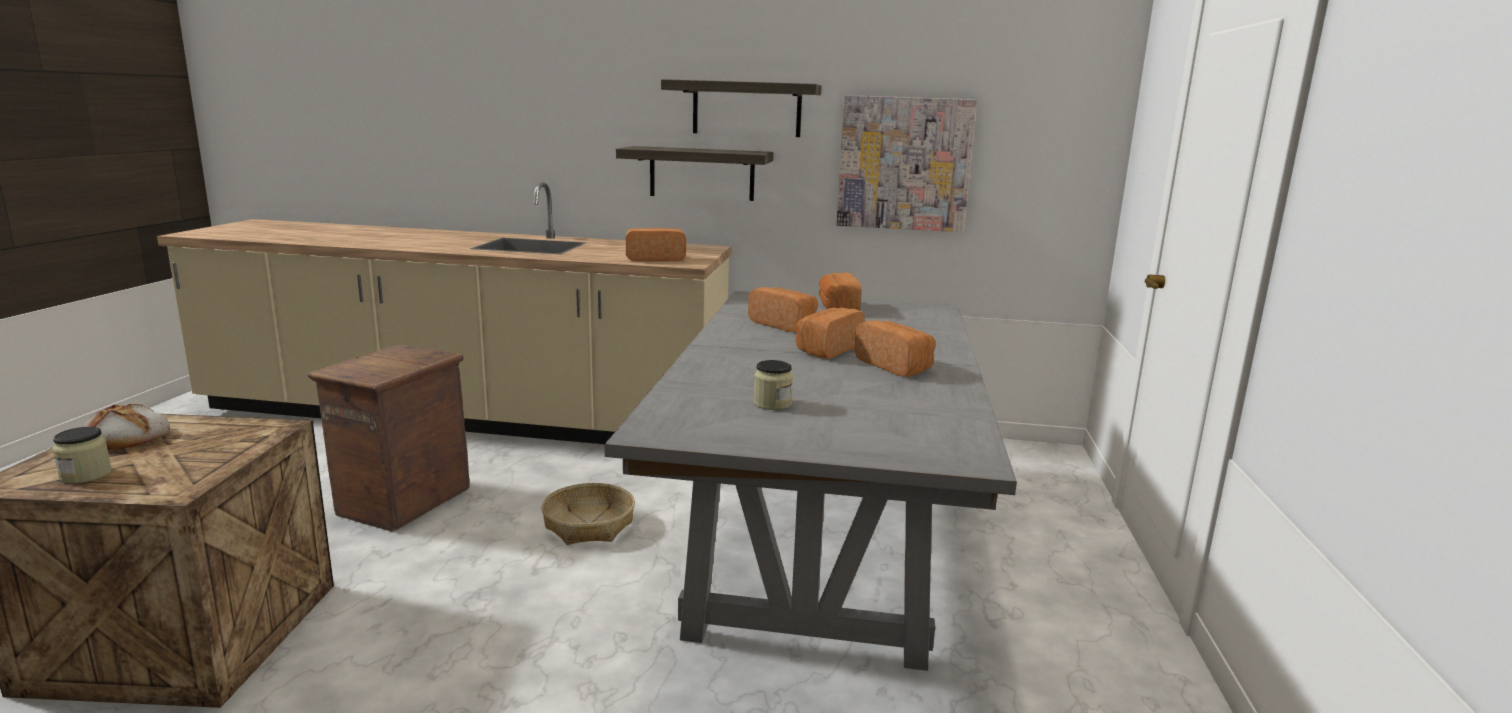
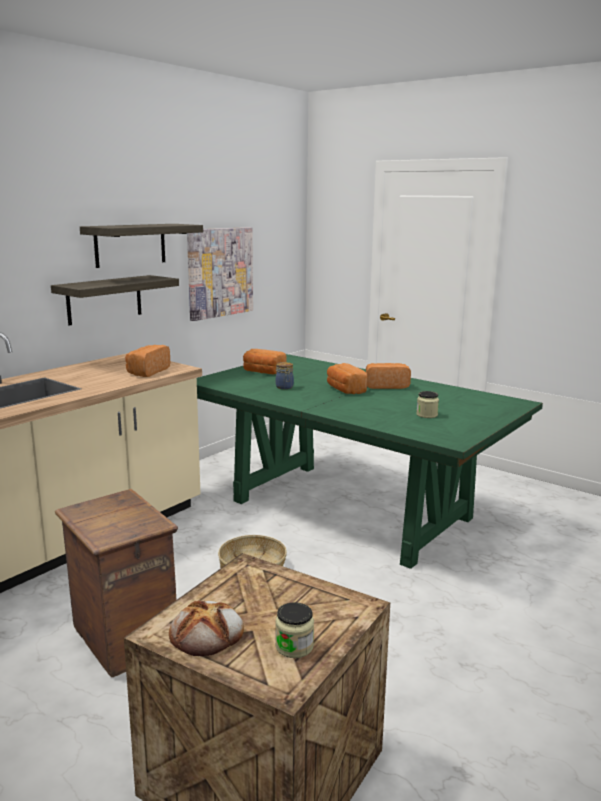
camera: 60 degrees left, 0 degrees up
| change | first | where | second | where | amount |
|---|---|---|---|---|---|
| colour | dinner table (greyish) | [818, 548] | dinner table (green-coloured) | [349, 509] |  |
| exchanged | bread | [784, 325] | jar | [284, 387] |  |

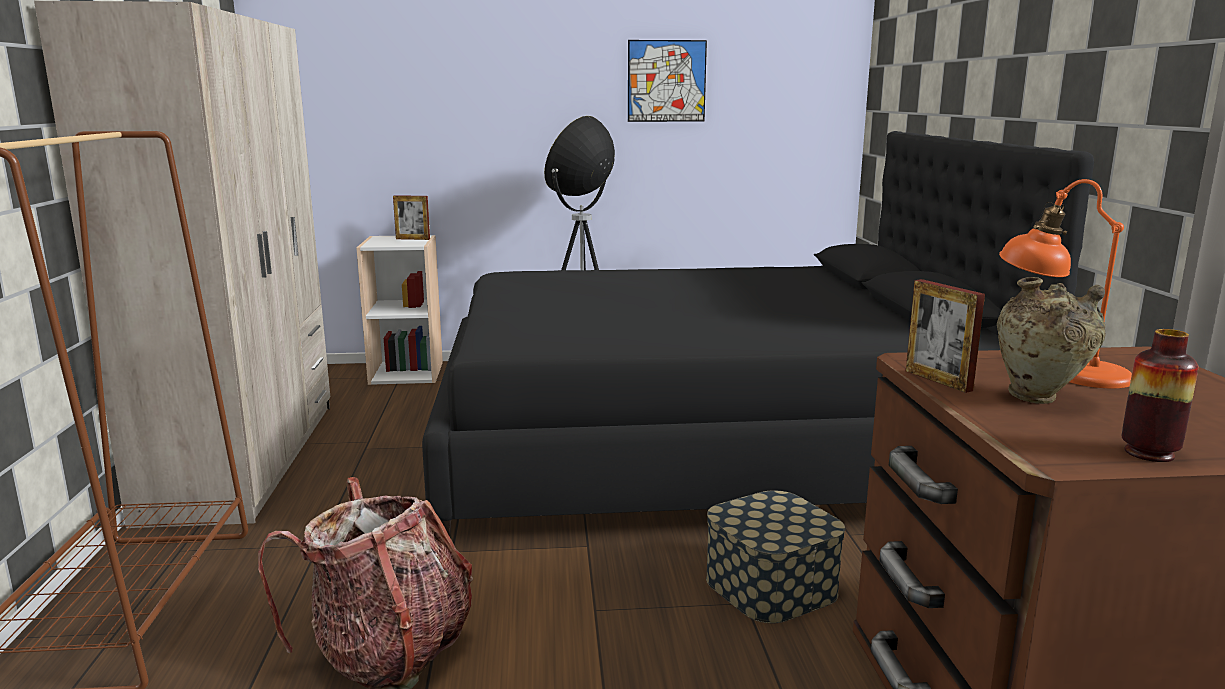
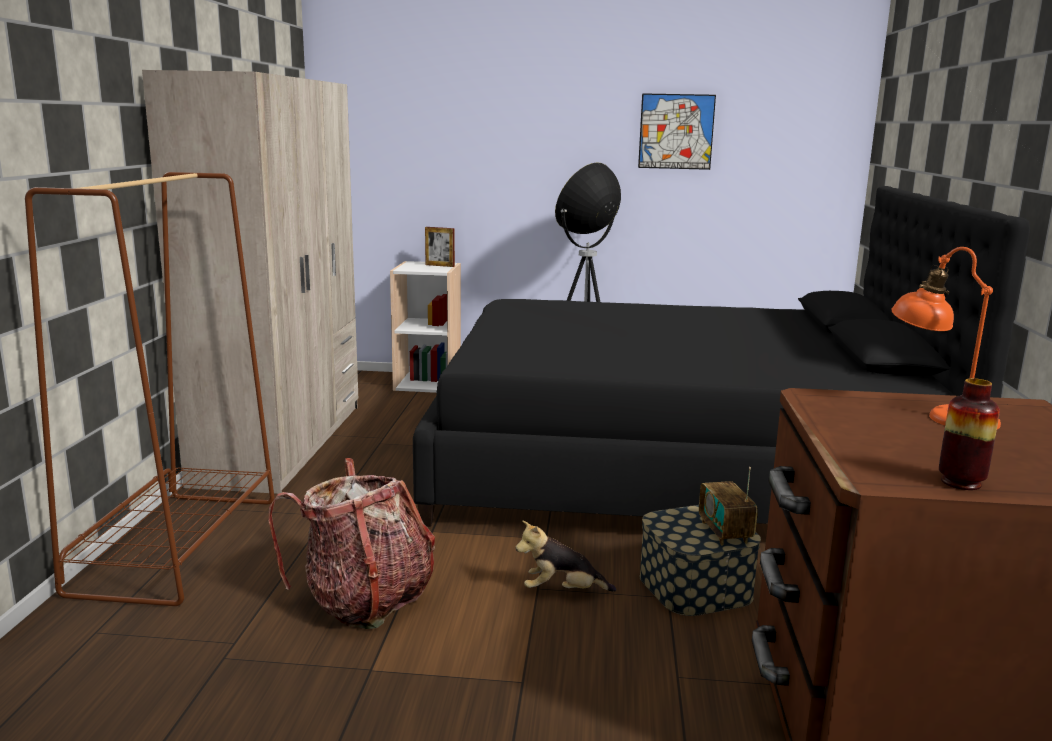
camera: 10 degrees right, 0 degrees up
| change | first | where | second | where | amount |
|---|---|---|---|---|---|
| appeared |  |  | cuddly toy | [562, 591] |  |
| appeared |  |  | radio | [725, 532] |  |
| missing | standing frame | [938, 380] |  |  |  |
| missing | decorative vase (sand-coloured) | [1039, 399] |  |  |  |

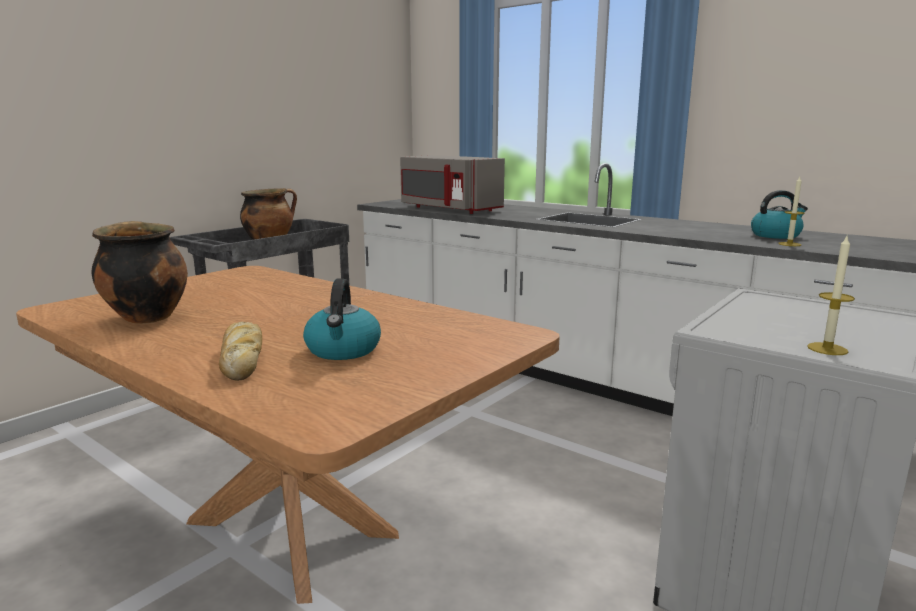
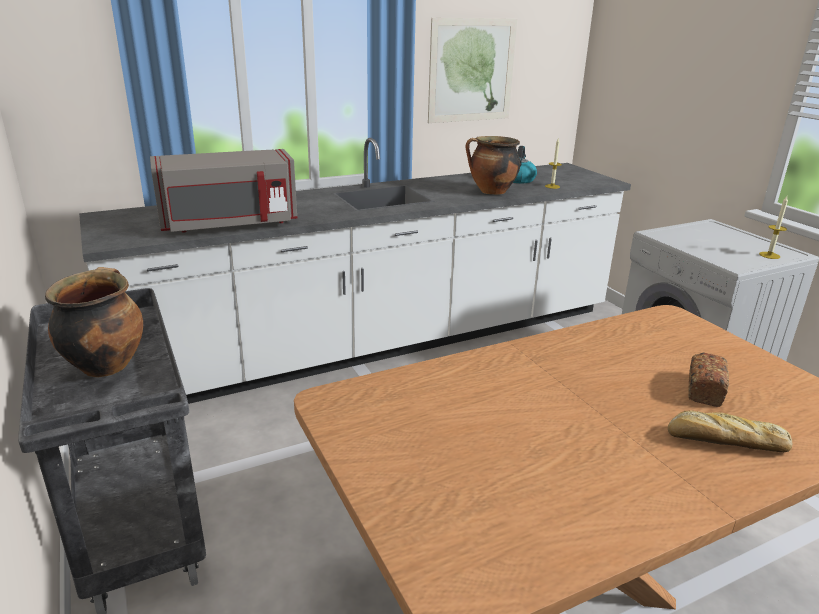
camera: 65 degrees left, 10 degrees up
| change | first | where | second | where | amount |
|---|---|---|---|---|---|
| appeared |  |  | wall art | [471, 71] |  |
| relocated | cooking pot | [146, 317] |  | [491, 192] |  |
| exchanged | water kettle | [343, 350] | bread | [704, 389] |  |

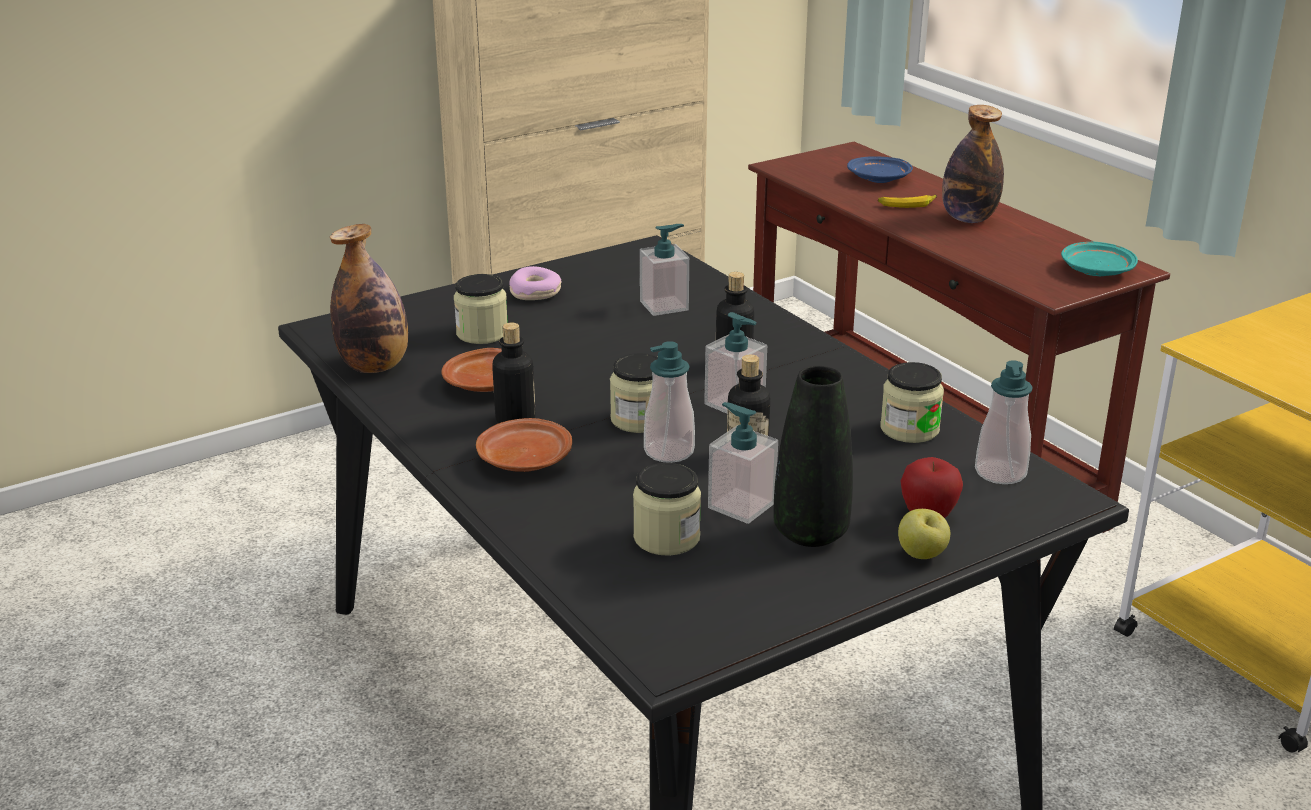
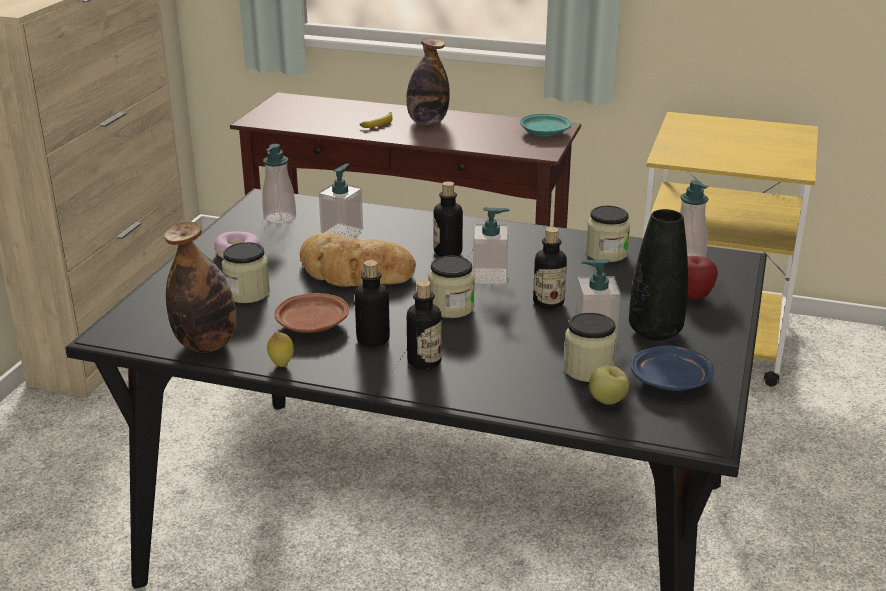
camera: 40 degrees left, 0 degrees up
| change | first | where | second | where | amount |
|---|---|---|---|---|---|
| relocated | soap bottle | [669, 451] |  | [280, 217] |  |
| appeared |  |  | citrus fruit | [281, 364] |  |
| appeared |  |  | bread | [354, 272] |  |
| exchanged | flat dish (brown) | [524, 460] | beverage bottle | [424, 361] |  |
| relocated | apple | [921, 555] |  | [607, 401] |  |
| relocated | flat dish (blue) | [880, 179] |  | [671, 380] |  |

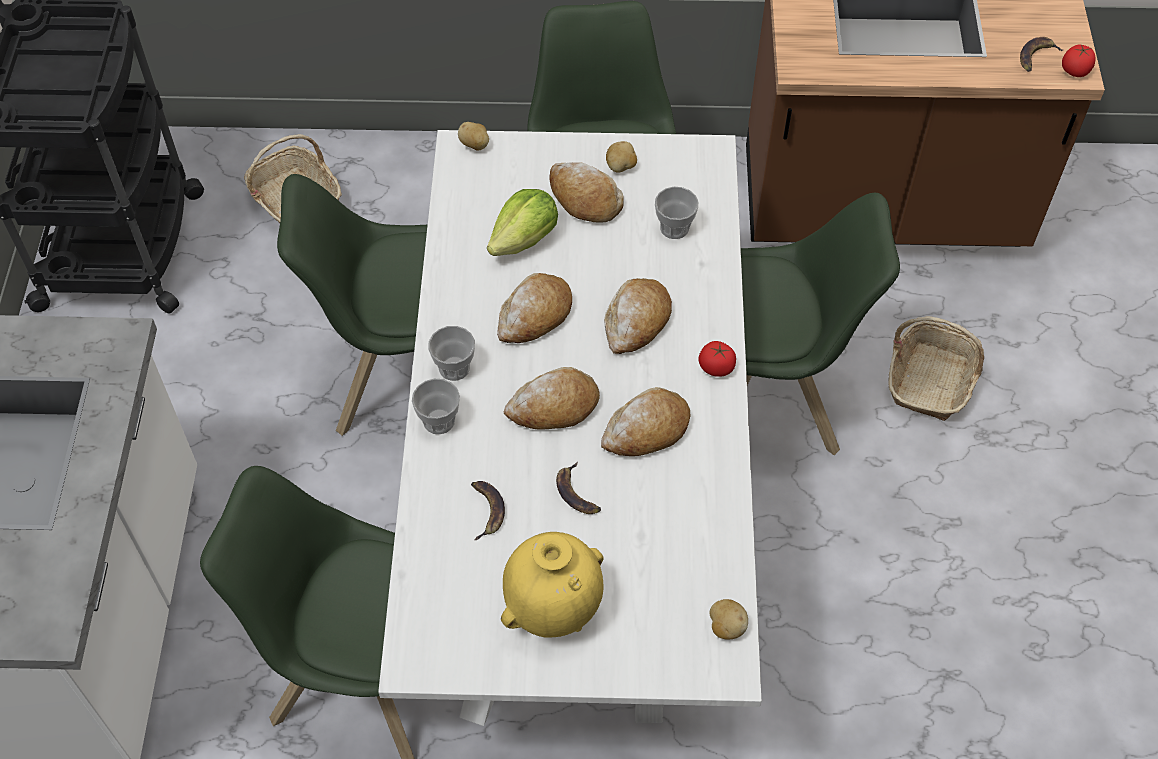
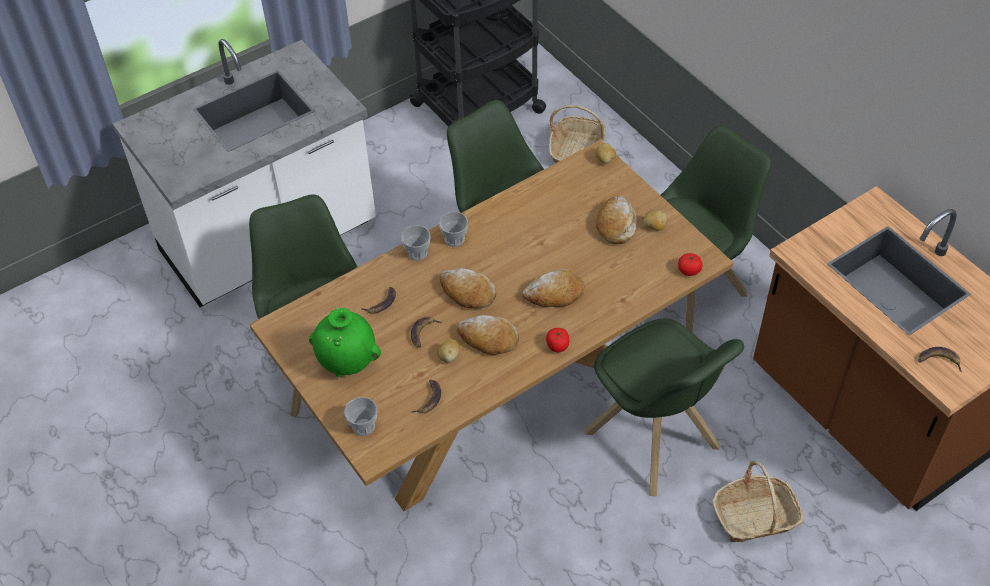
camera: 55 degrees right, 5 degrees down
| change | first | where | second | where | amount |
|---|---|---|---|---|---|
| colour | dinner table (whitish) | [575, 513] | dinner table (brown) | [497, 394] |  |
| colour | decorative vase (yellow) | [554, 608] | decorative vase (green-coloured) | [348, 363] |  |
| relocated | cup | [674, 228] |  | [363, 426] |  |
| appeared |  |  | whole banana | [429, 399] |  |
| relocated | spud | [726, 627] |  | [449, 356] |  |
| relocated | tomato | [1075, 70] |  | [689, 270] |  |
| missing | lettuce head | [525, 240] |  |  |  |
| missing | bread | [535, 315] |  |  |  |

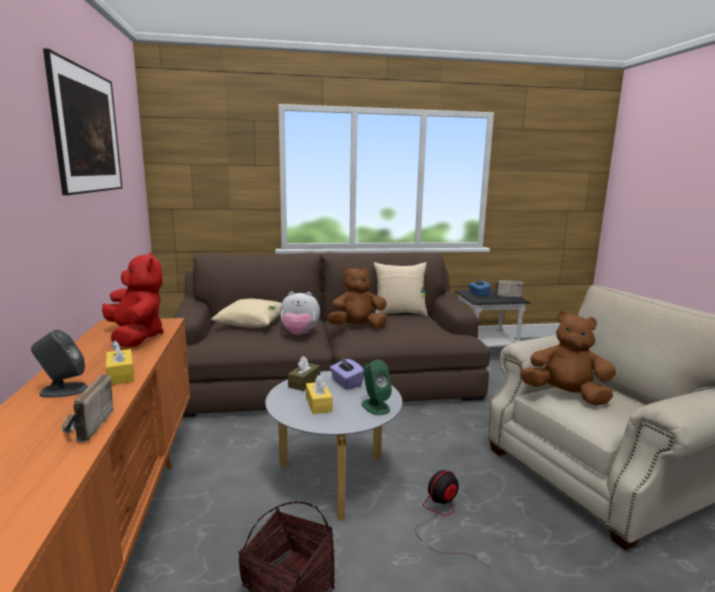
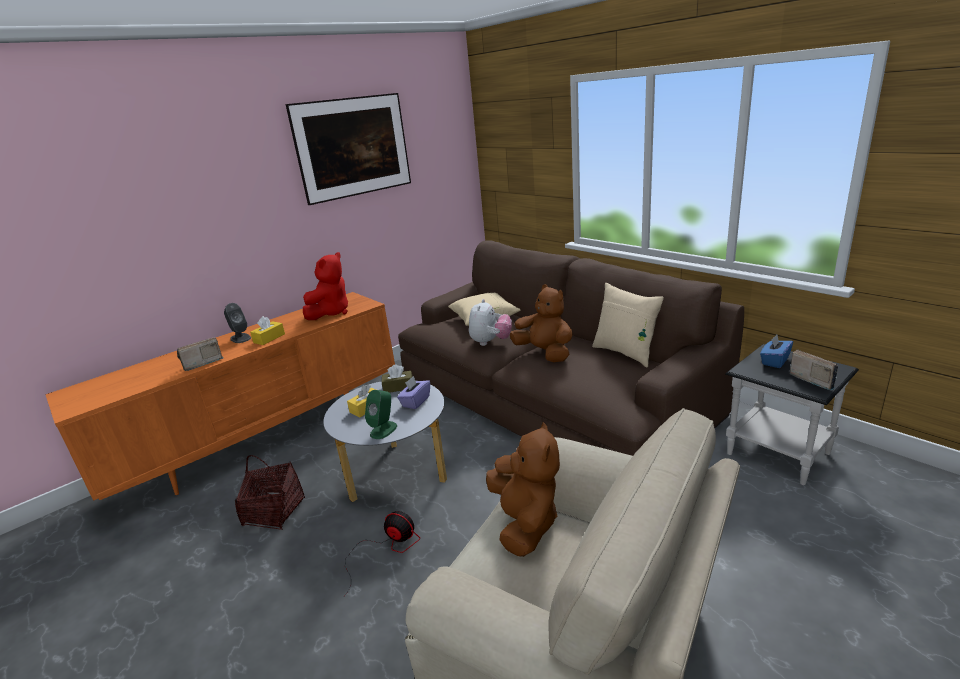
camera: 60 degrees right, 10 degrees up
| change | first | where | second | where | amount |
|---|---|---|---|---|---|
| spun | cuddly toy | [299, 334] |  | [490, 342] | 135 degrees counterclockwise |

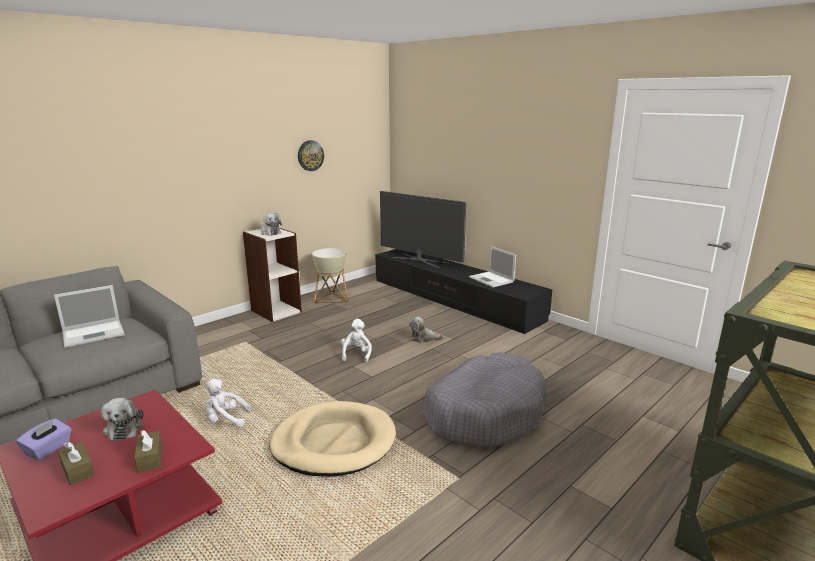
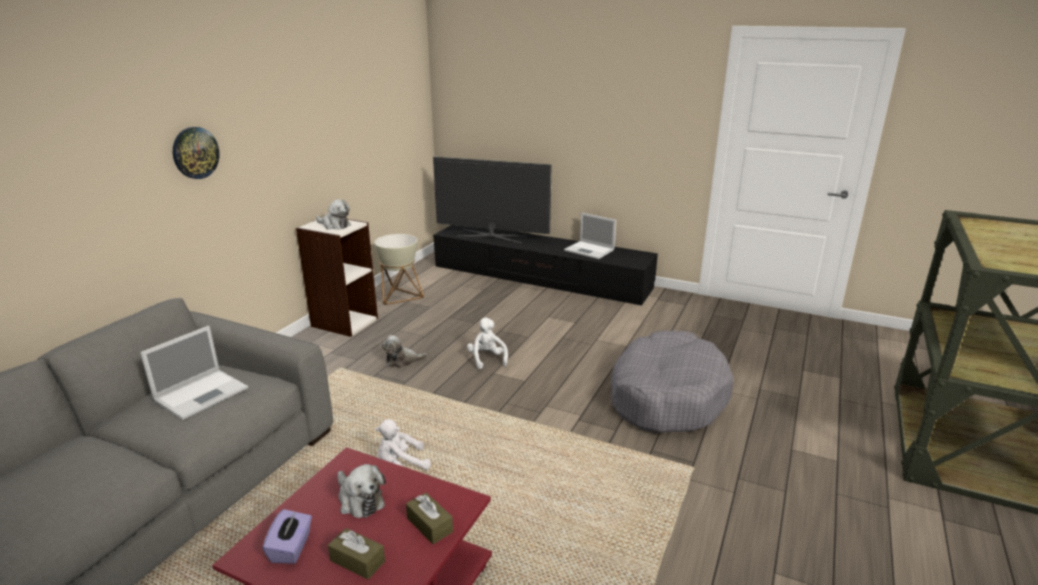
camera: 20 degrees left, 5 degrees up
| change | first | where | second | where | amount |
|---|---|---|---|---|---|
| relocated | clock on the wall | [310, 155] |  | [195, 152] |  |
| relocated | cuddly toy | [423, 338] |  | [402, 361] |  |
| missing | dog bed (sand-coloured) | [334, 442] |  |  |  |

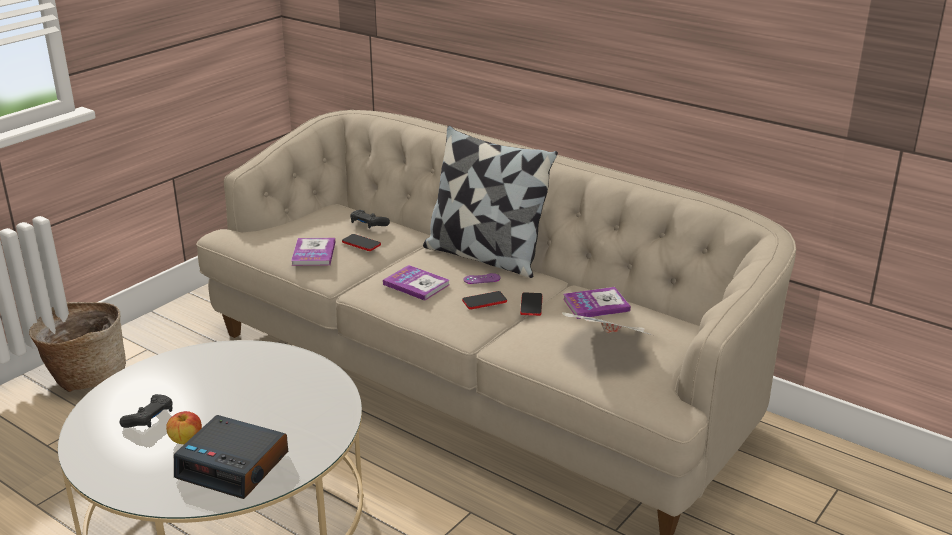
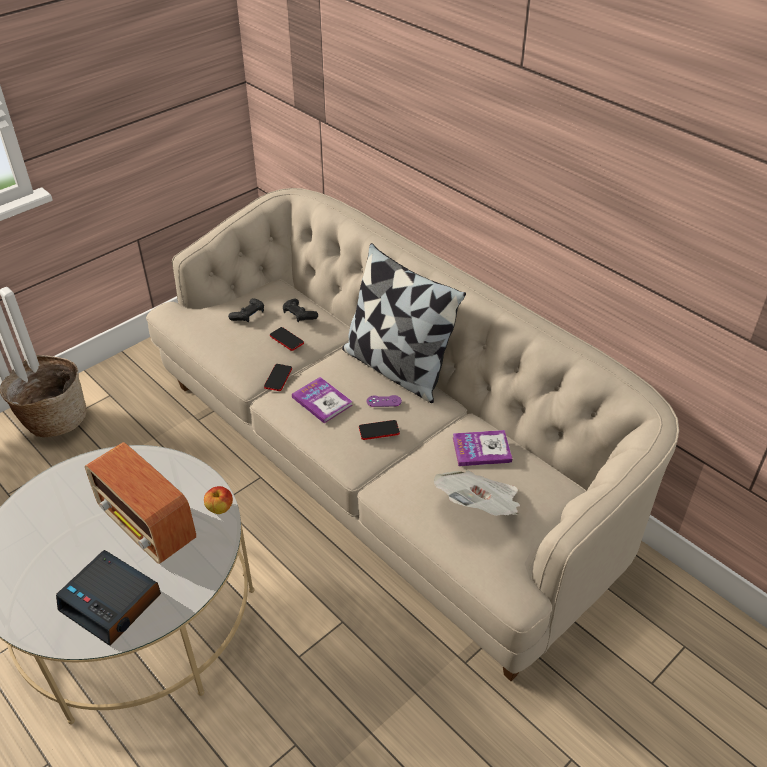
camera: 10 degrees right, 15 degrees up
| change | first | where | second | where | amount |
|---|---|---|---|---|---|
| appeared |  |  | radio | [148, 526] |  |
| relocated | apple | [186, 440] |  | [220, 508] |  |
| relocated | gamepad (black-coloured) | [149, 418] |  | [248, 315] |  |
| relocated | handset | [531, 305] |  | [278, 378] |  |
| missing | volume | [313, 253] |  |  |  |

